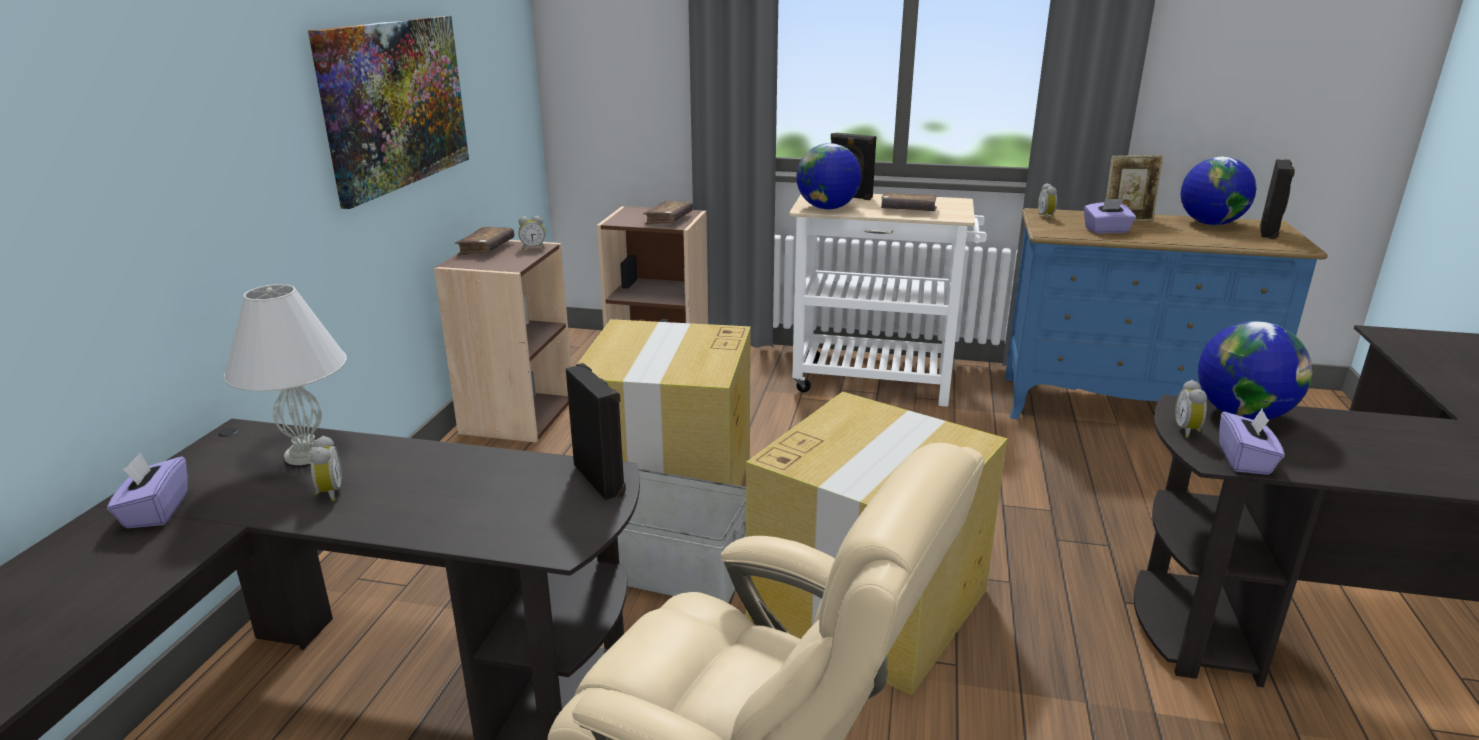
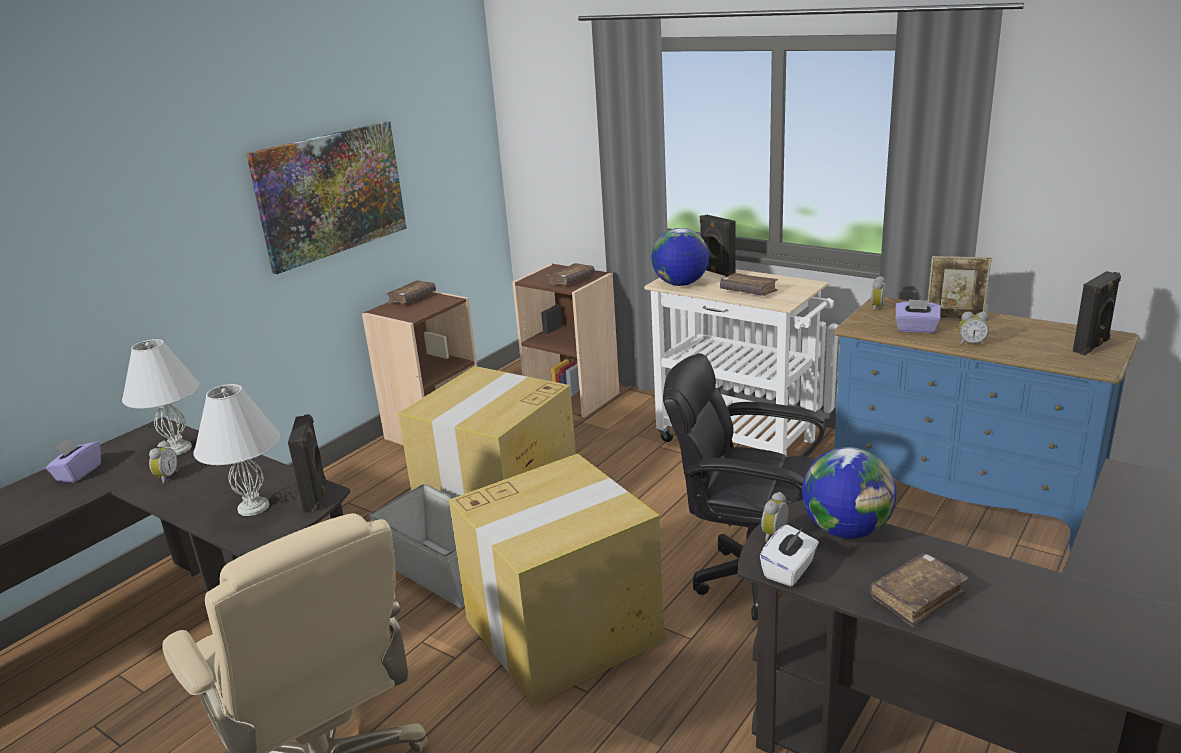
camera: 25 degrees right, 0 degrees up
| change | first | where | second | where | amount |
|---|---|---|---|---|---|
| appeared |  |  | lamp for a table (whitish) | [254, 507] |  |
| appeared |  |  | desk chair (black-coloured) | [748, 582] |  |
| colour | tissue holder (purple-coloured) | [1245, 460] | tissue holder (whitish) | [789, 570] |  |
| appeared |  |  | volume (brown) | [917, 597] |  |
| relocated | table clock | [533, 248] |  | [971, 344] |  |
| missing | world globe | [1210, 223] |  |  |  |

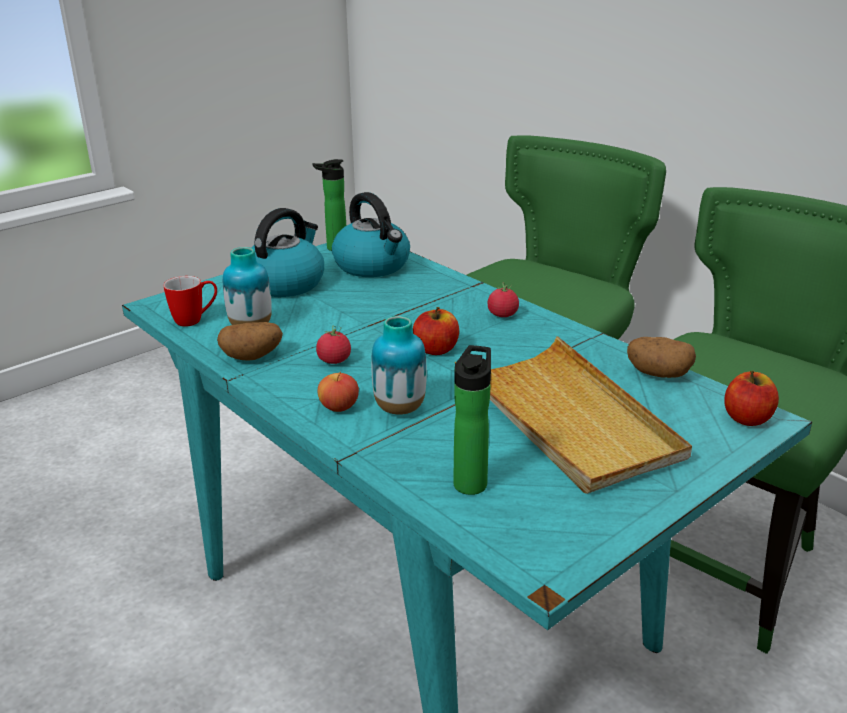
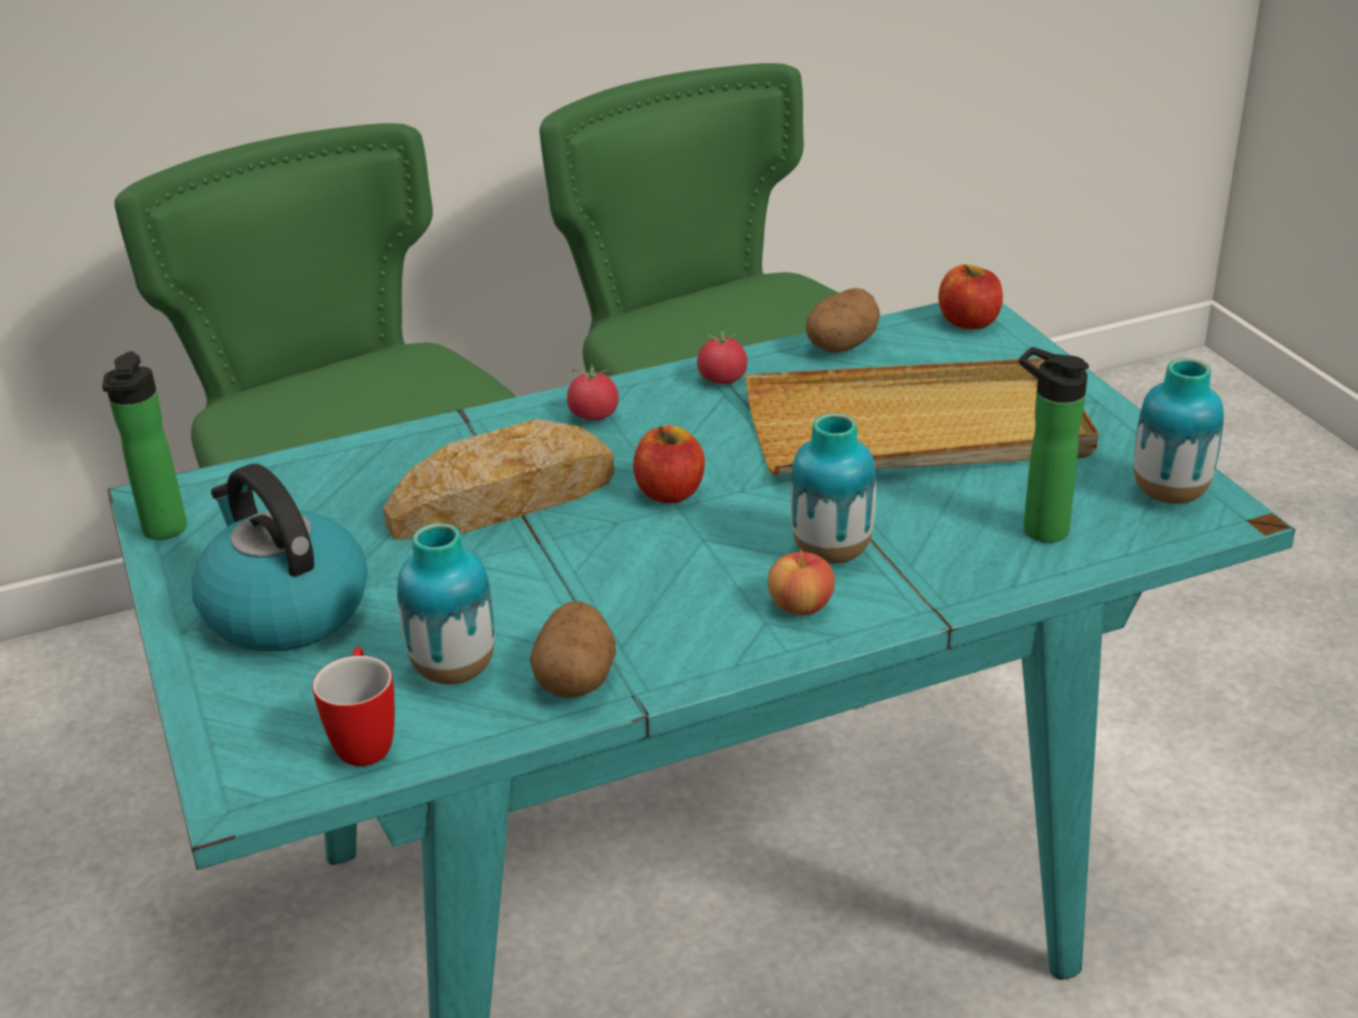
camera: 70 degrees left, 5 degrees up
| change | first | where | second | where | amount |
|---|---|---|---|---|---|
| appeared |  |  | bread | [502, 499] |  |
| relocated | tomato | [334, 360] |  | [722, 379] |  |
| appeared |  |  | decorative vase | [1169, 494] |  |
| missing | water kettle | [373, 266] |  |  |  |

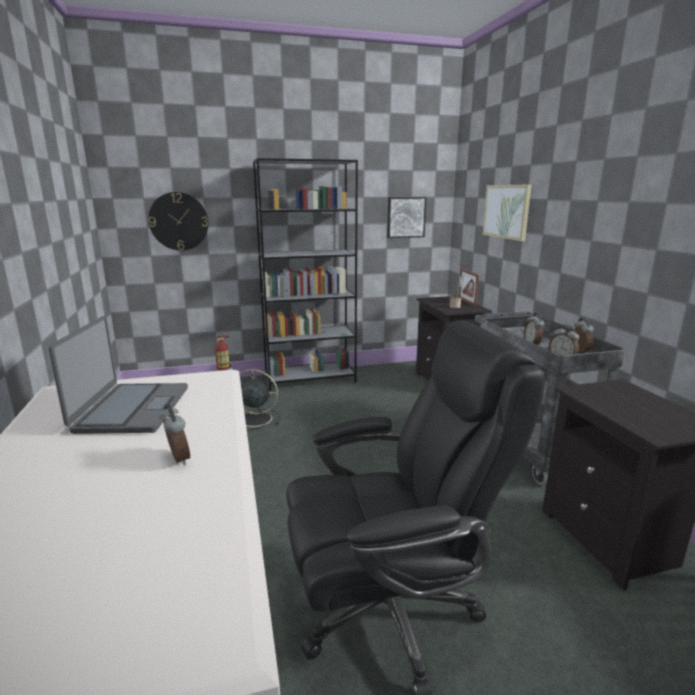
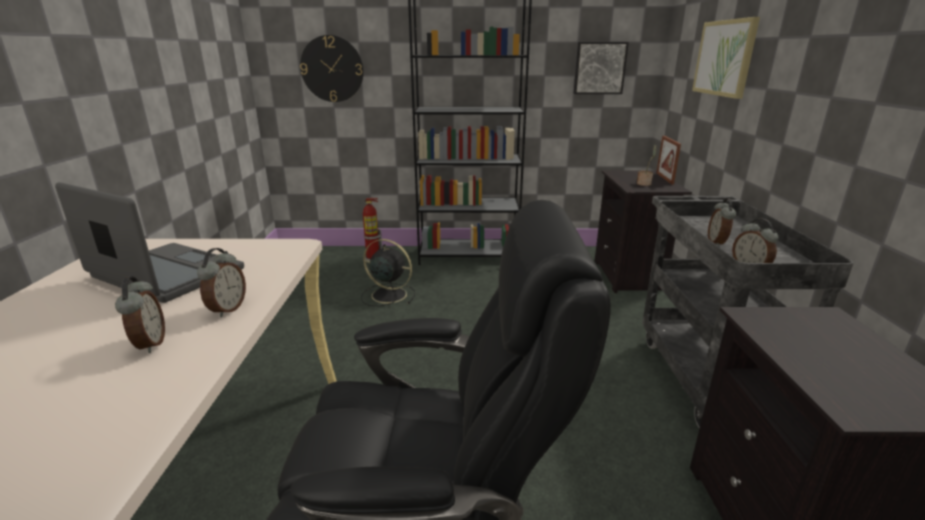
camera: 15 degrees right, 5 degrees up
| change | first | where | second | where | amount |
|---|---|---|---|---|---|
| spun | notebook computer | [131, 409] |  | [166, 274] | 75 degrees counterclockwise |
| relocated | table clock | [579, 351] |  | [227, 309] |  |

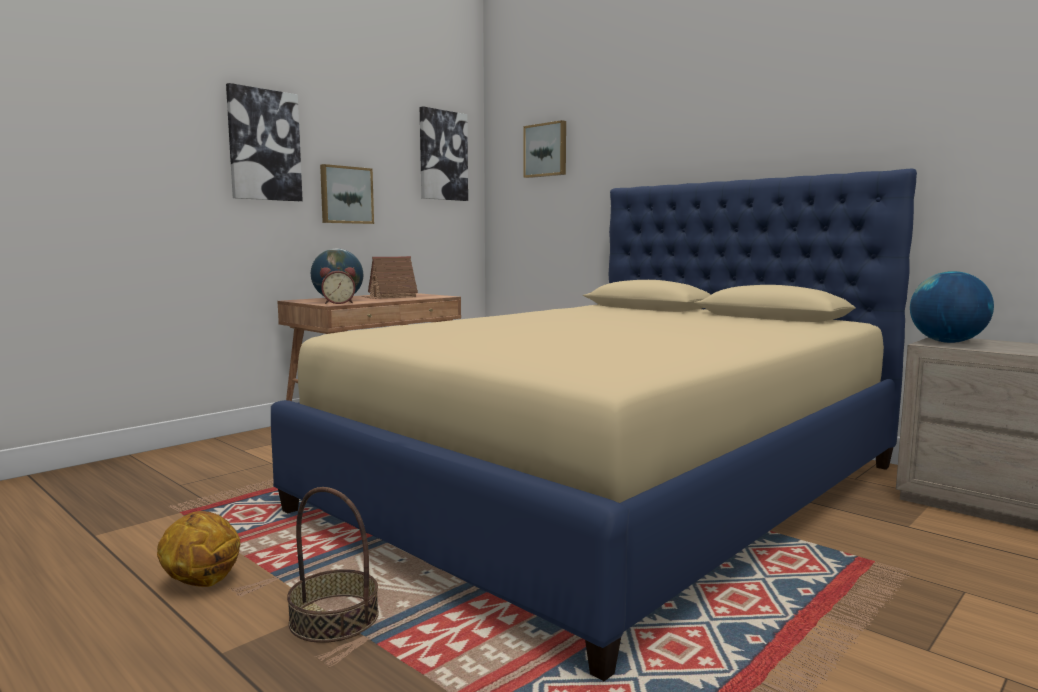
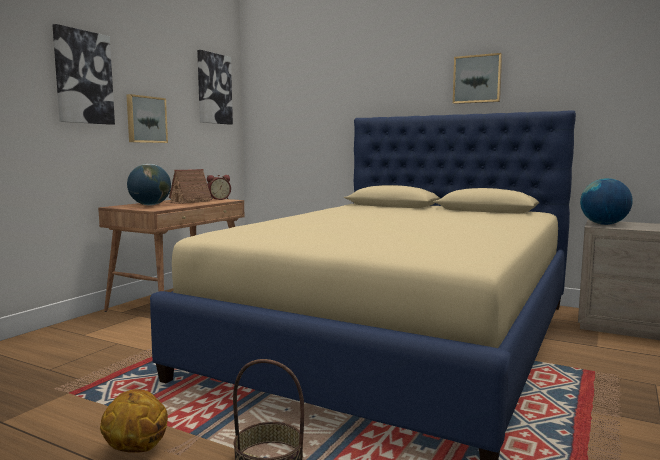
camera: 15 degrees left, 0 degrees up
| change | first | where | second | where | amount |
|---|---|---|---|---|---|
| relocated | table clock | [338, 303] |  | [218, 199] |  |
| relocated | wall art | [546, 150] |  | [477, 79] |  |

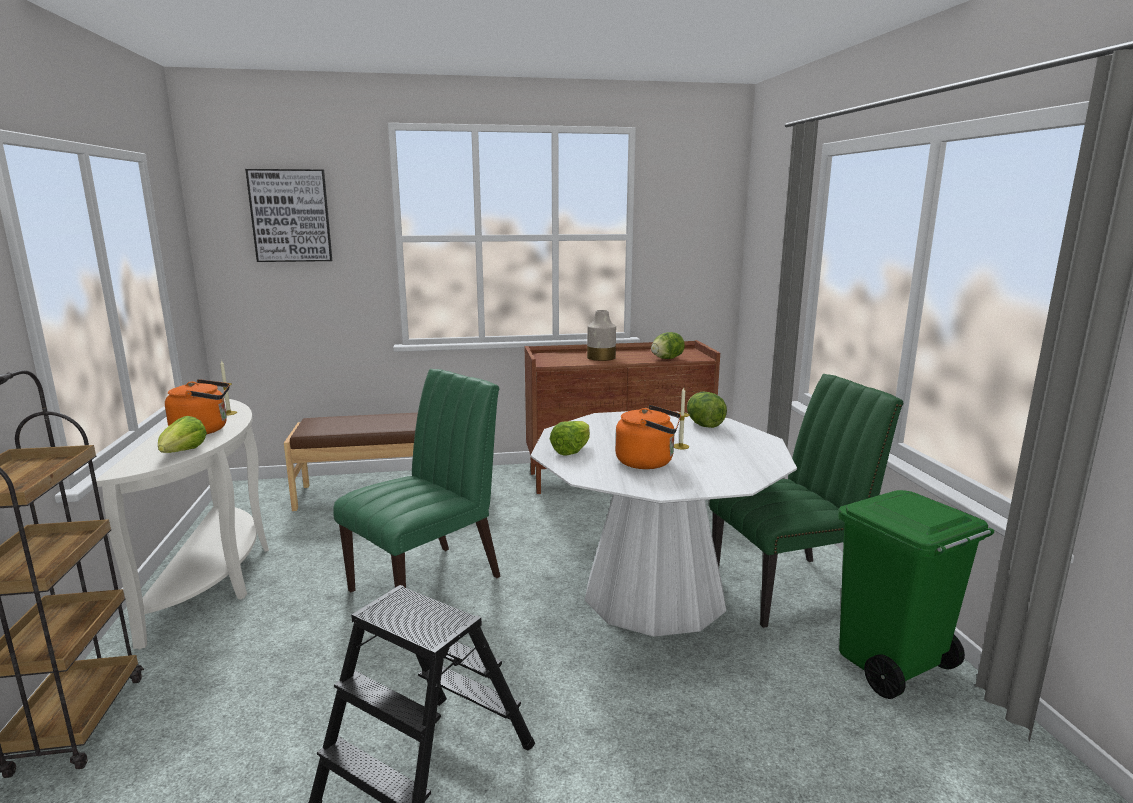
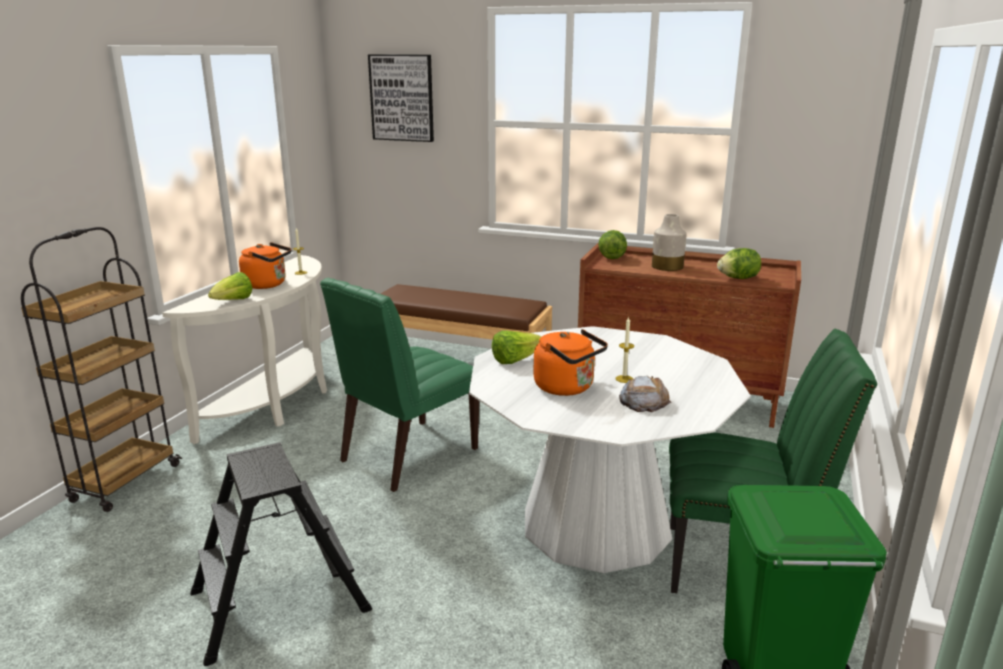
camera: 30 degrees right, 5 degrees up
| change | first | where | second | where | amount |
|---|---|---|---|---|---|
| spun | upright chair (green-coloured) | [425, 585] |  | [410, 454] | 150 degrees clockwise |
| relocated | lettuce head | [704, 425] |  | [611, 257] |  |
| appeared |  |  | bread | [643, 401] |  |

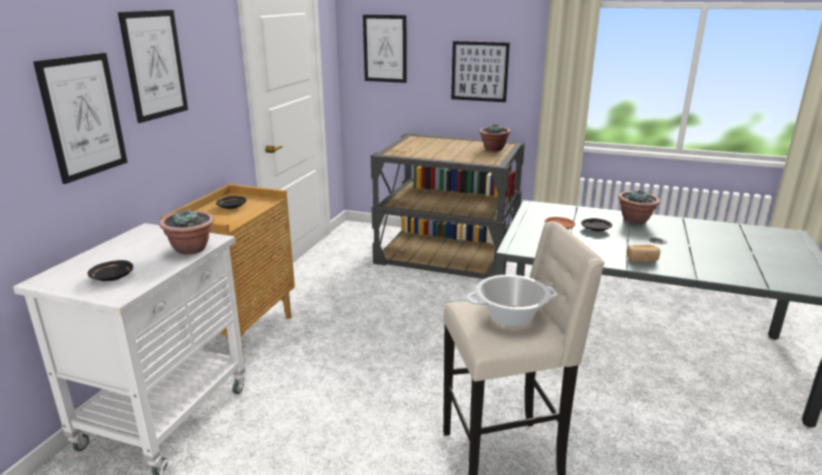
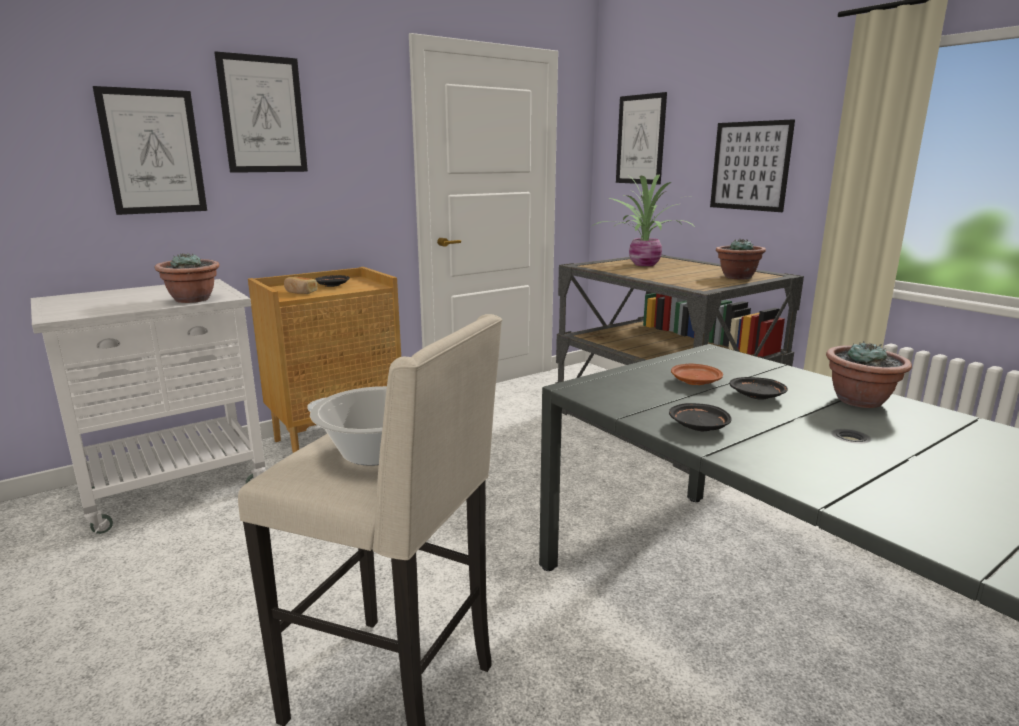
camera: 35 degrees right, 5 degrees down
| change | first | where | second | where | amount |
|---|---|---|---|---|---|
| relocated | bread | [642, 259] |  | [300, 292] |  |
| appeared |  |  | plant in a pot | [642, 264] |  |
| relocated | flat dish (black-coloured) | [112, 277] |  | [698, 426] |  |

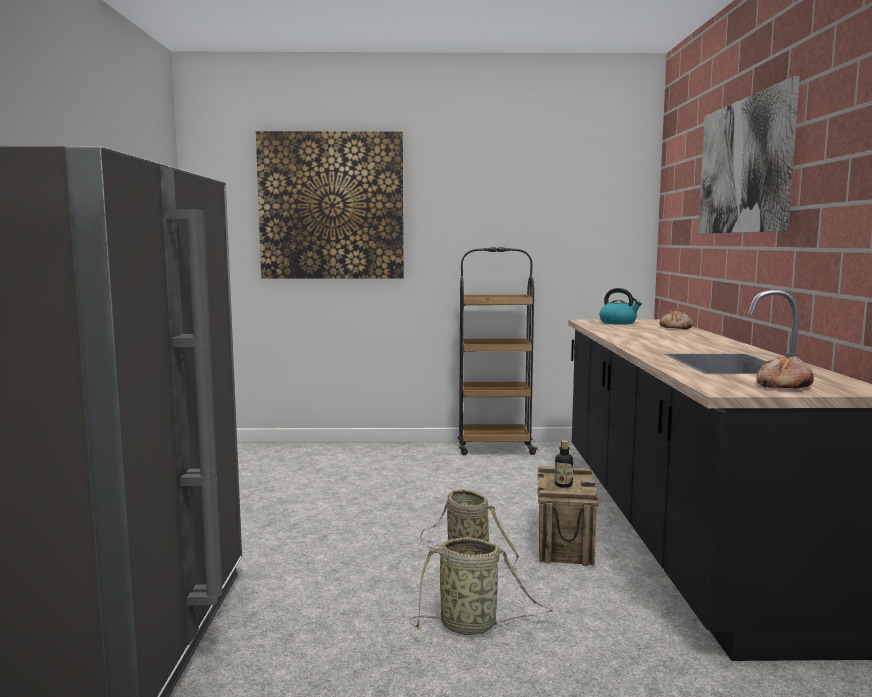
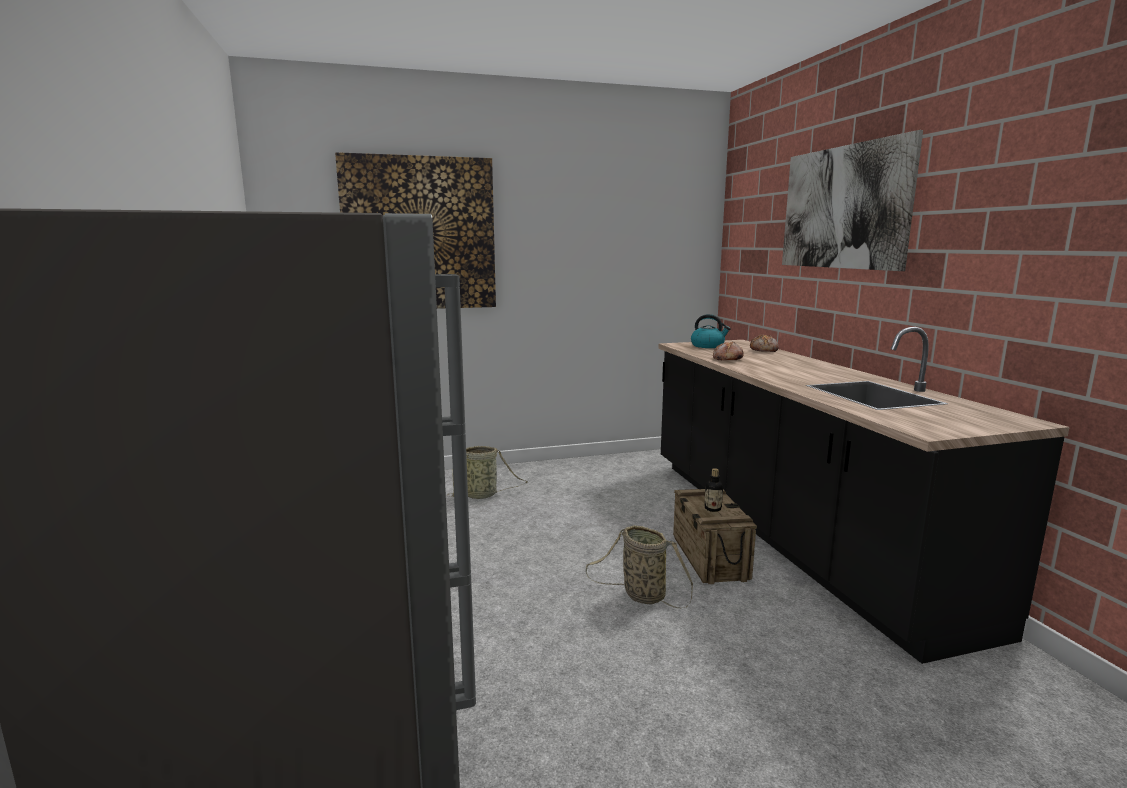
camera: 15 degrees left, 5 degrees up
| change | first | where | second | where | amount |
|---|---|---|---|---|---|
| relocated | basket | [472, 626] |  | [483, 495] |  |
| relocated | bread | [782, 386] |  | [727, 359] |  |
| missing | trolley (brown) | [495, 449] |  |  |  |

